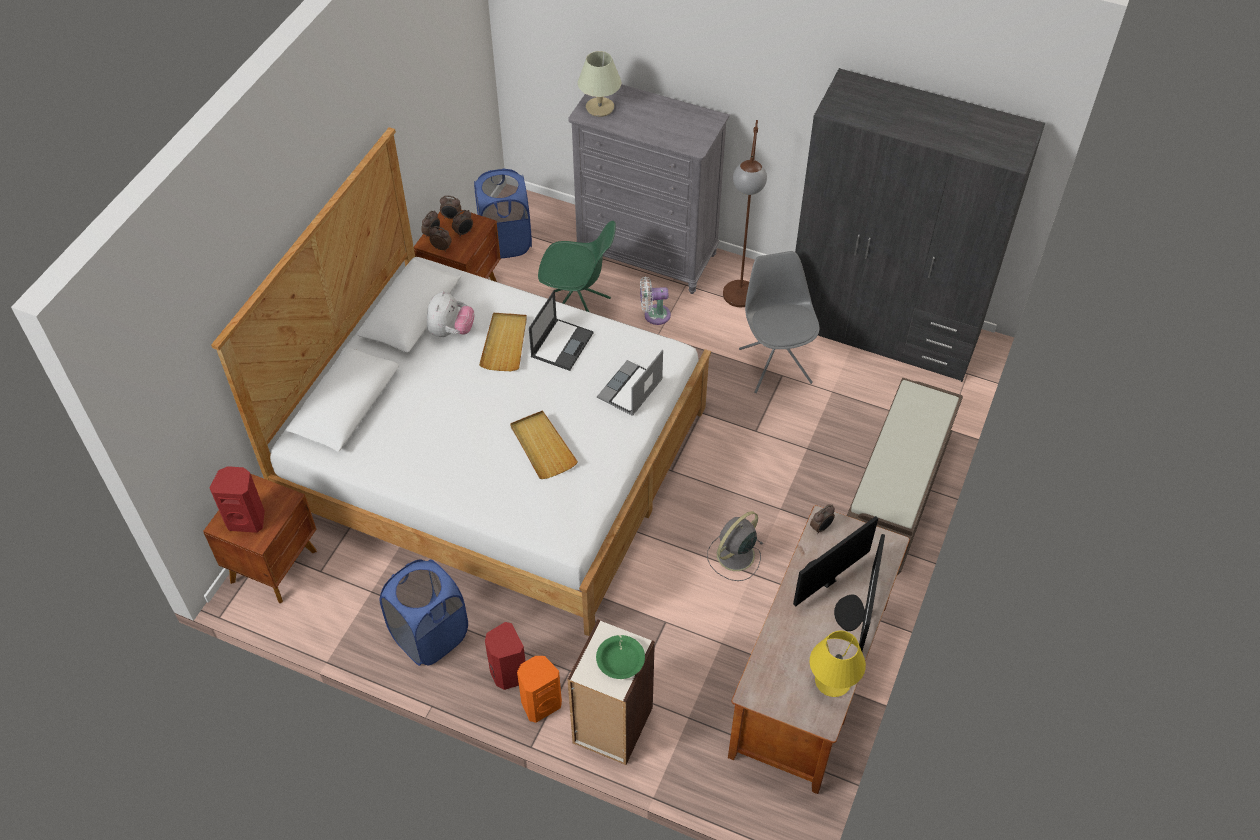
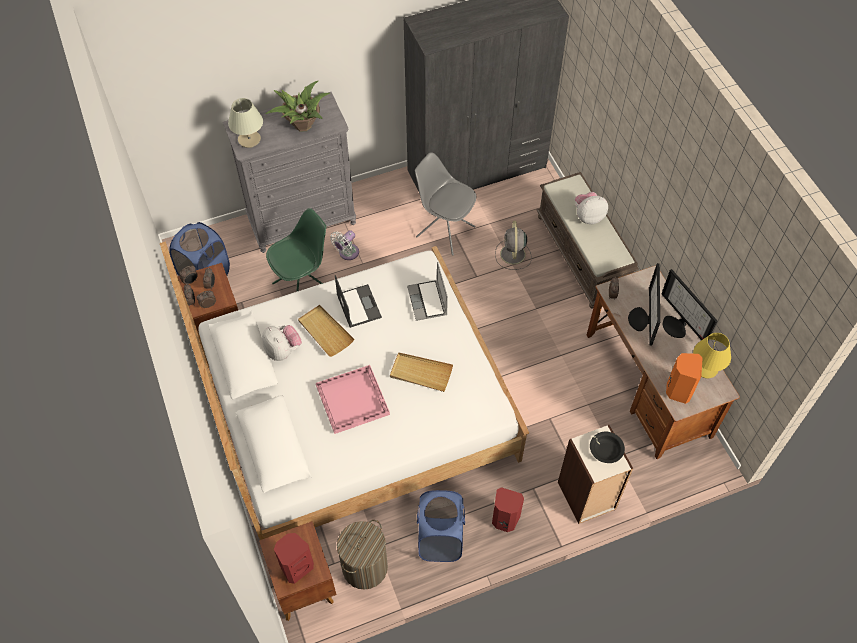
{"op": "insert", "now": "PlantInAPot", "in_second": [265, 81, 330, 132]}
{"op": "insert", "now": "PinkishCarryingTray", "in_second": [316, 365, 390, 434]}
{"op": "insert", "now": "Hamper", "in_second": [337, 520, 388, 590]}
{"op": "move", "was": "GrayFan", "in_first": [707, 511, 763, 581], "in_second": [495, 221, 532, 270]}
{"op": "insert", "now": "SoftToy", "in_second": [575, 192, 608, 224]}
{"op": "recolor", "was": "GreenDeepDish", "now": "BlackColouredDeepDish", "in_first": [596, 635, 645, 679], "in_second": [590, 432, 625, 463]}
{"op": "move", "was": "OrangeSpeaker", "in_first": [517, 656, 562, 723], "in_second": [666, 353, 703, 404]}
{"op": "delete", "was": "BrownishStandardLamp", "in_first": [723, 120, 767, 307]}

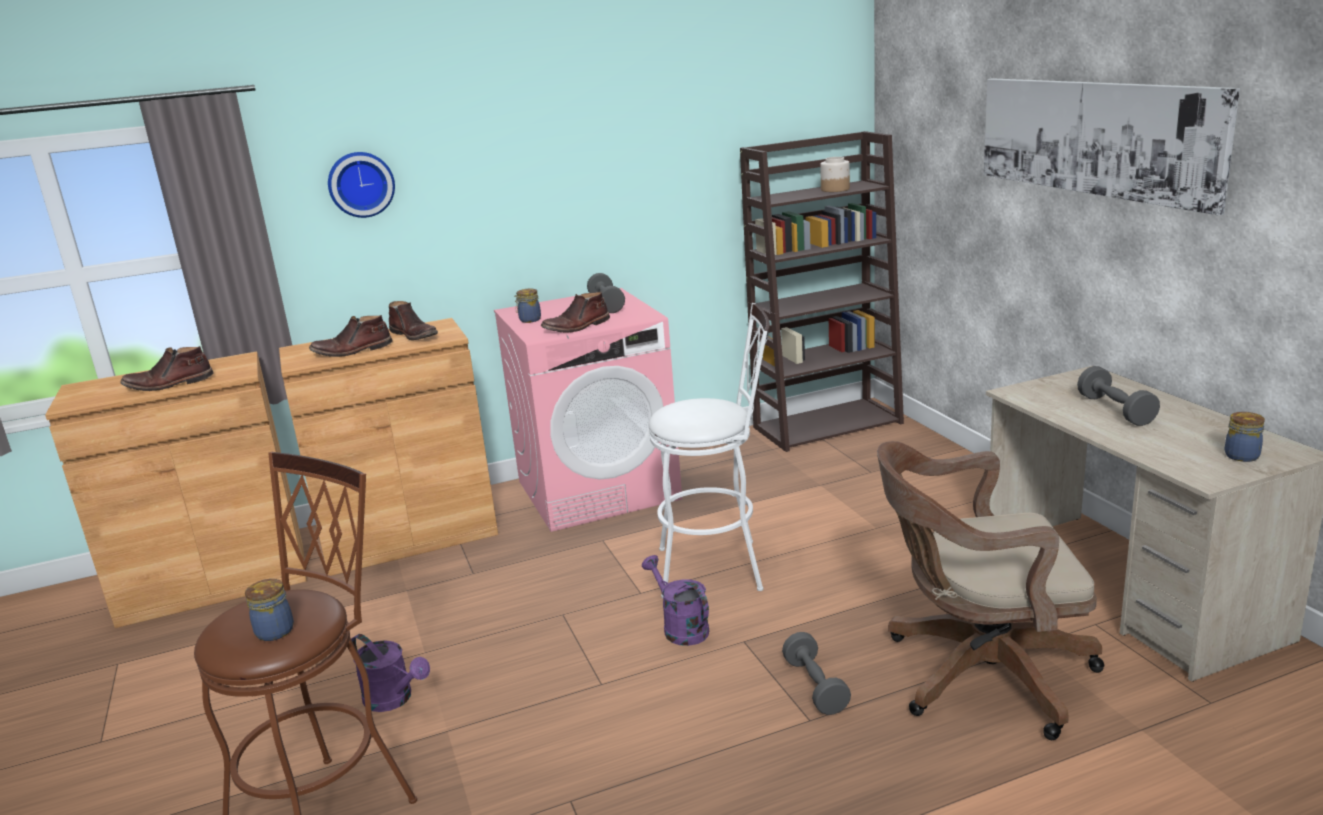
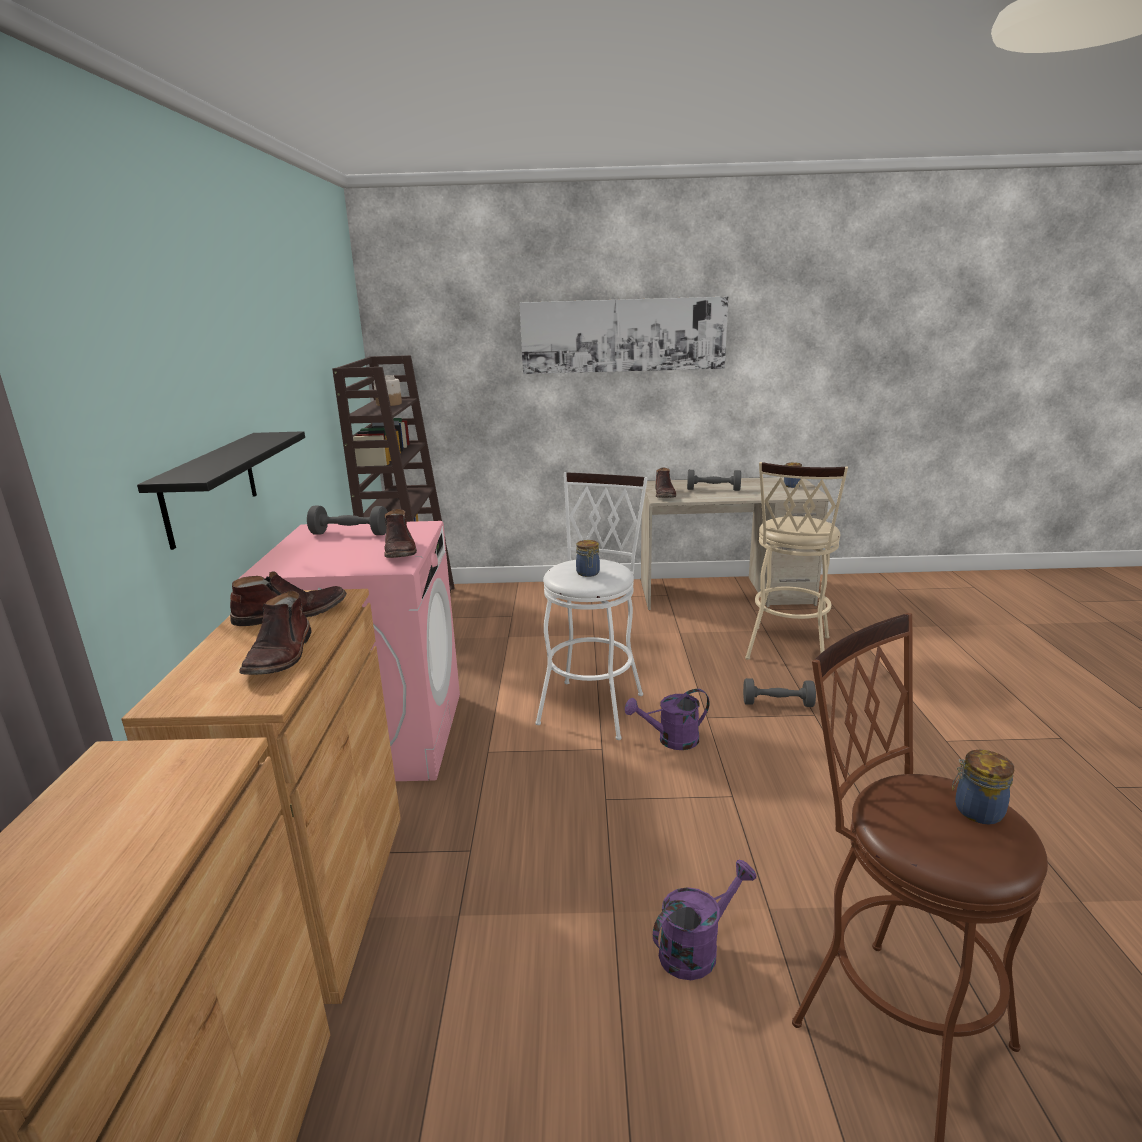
{"op": "insert", "now": "BlackColouredBracketShelf", "in_second": [137, 431, 305, 550]}
{"op": "move", "was": "PreserveJar", "in_first": [515, 288, 541, 323], "in_second": [576, 540, 600, 577]}
{"op": "move", "was": "BrownishTallBoot", "in_first": [121, 346, 214, 391], "in_second": [655, 468, 676, 498]}
{"op": "replace", "was": "BrownishOfficeChair", "now": "BeigeColouredSittingStool", "in_first": [877, 441, 1104, 740], "in_second": [745, 462, 848, 660]}
{"op": "delete", "was": "ClockOnTheWall", "in_first": [328, 152, 395, 218]}

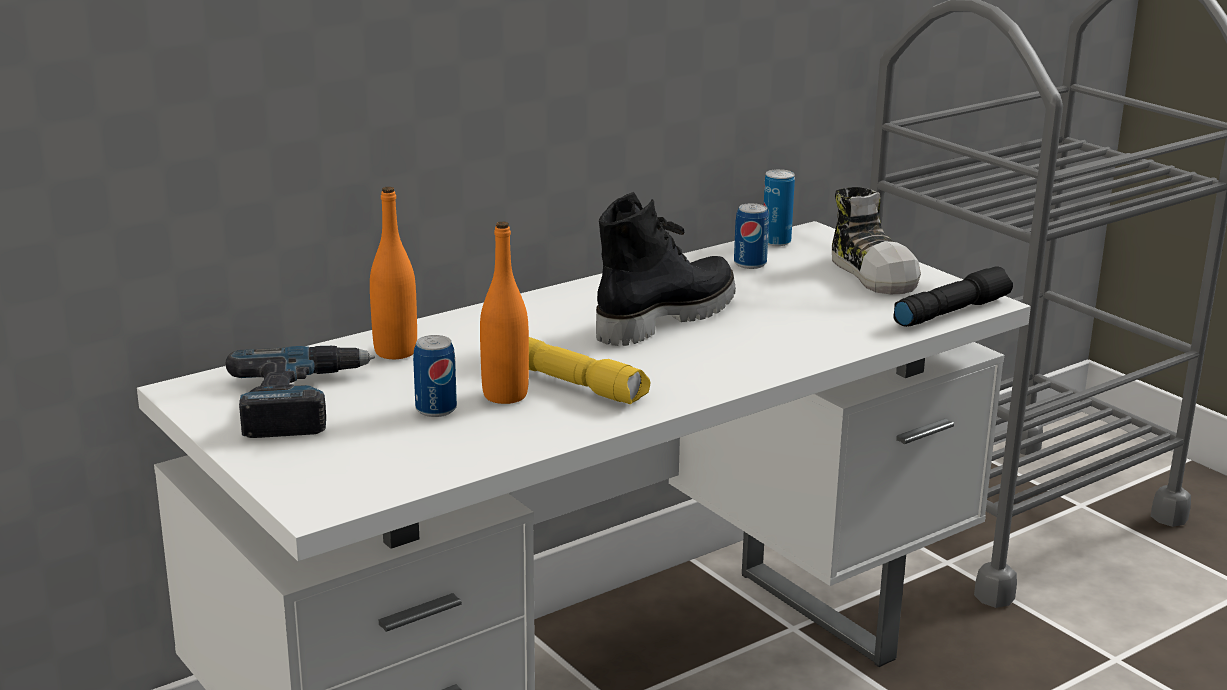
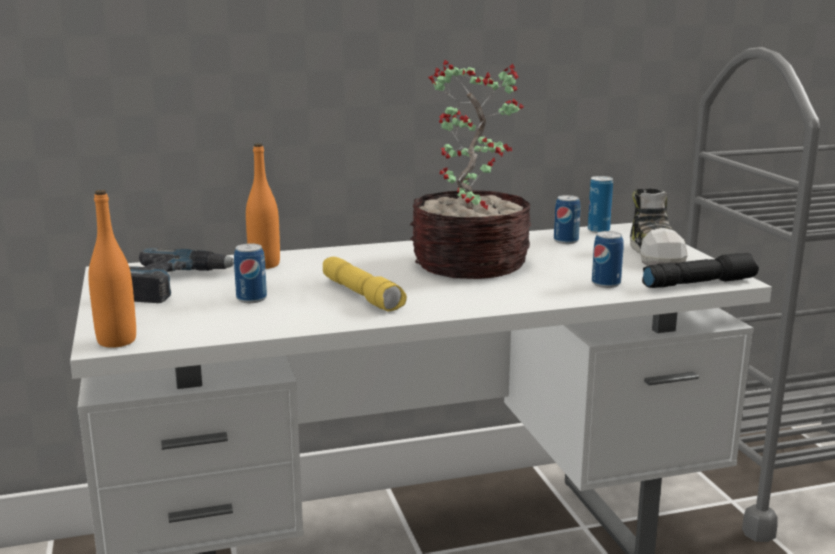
{"op": "move", "was": "OrangeDrinkBottle", "in_first": [480, 222, 529, 404], "in_second": [88, 190, 136, 348]}
{"op": "replace", "was": "BlackColouredTallBoot", "now": "PlantInAPot", "in_first": [596, 192, 736, 346], "in_second": [410, 60, 531, 279]}
{"op": "insert", "now": "MetalCan", "in_second": [592, 231, 624, 288]}

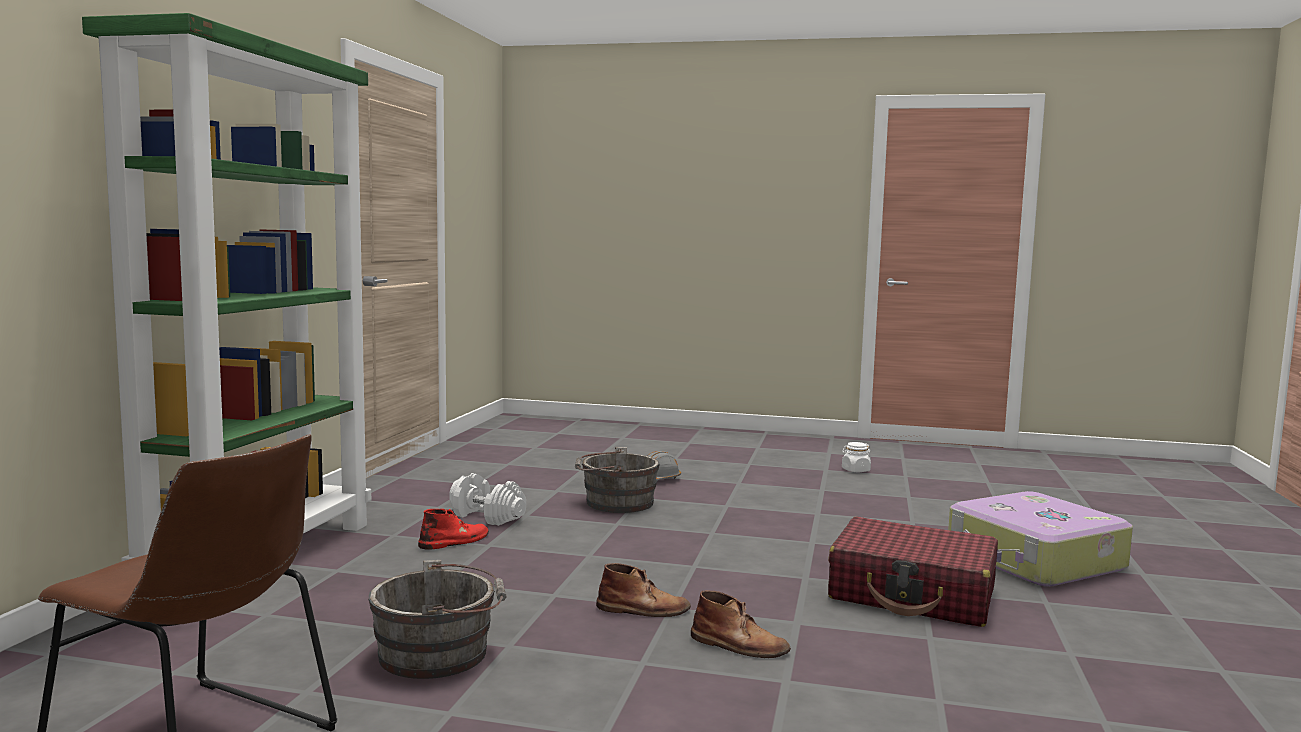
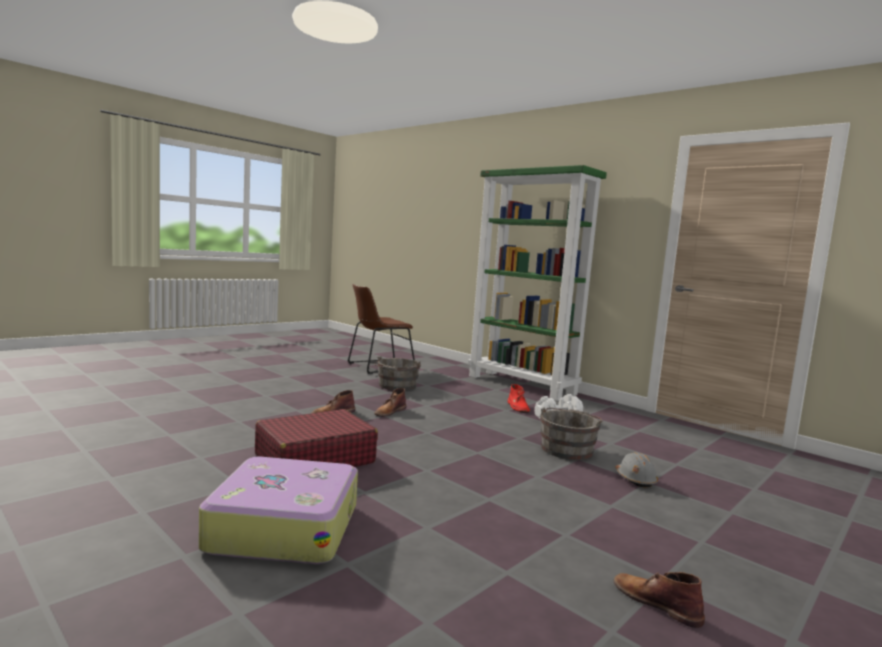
{"op": "replace", "was": "WhiteColouredPreserveJar", "now": "BrownishTallBoot", "in_first": [842, 442, 871, 472], "in_second": [614, 572, 705, 628]}

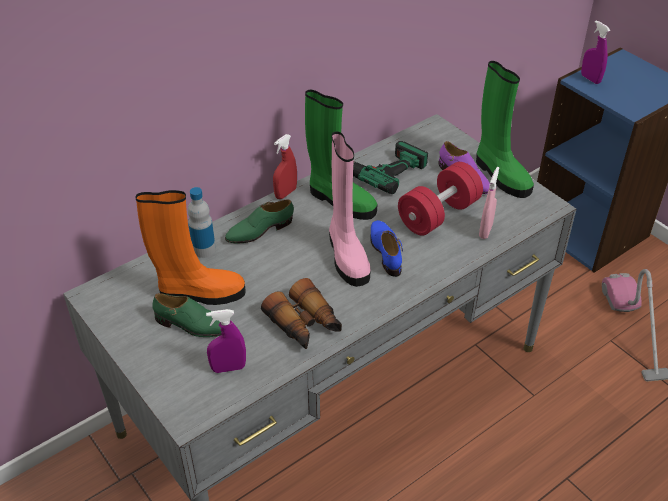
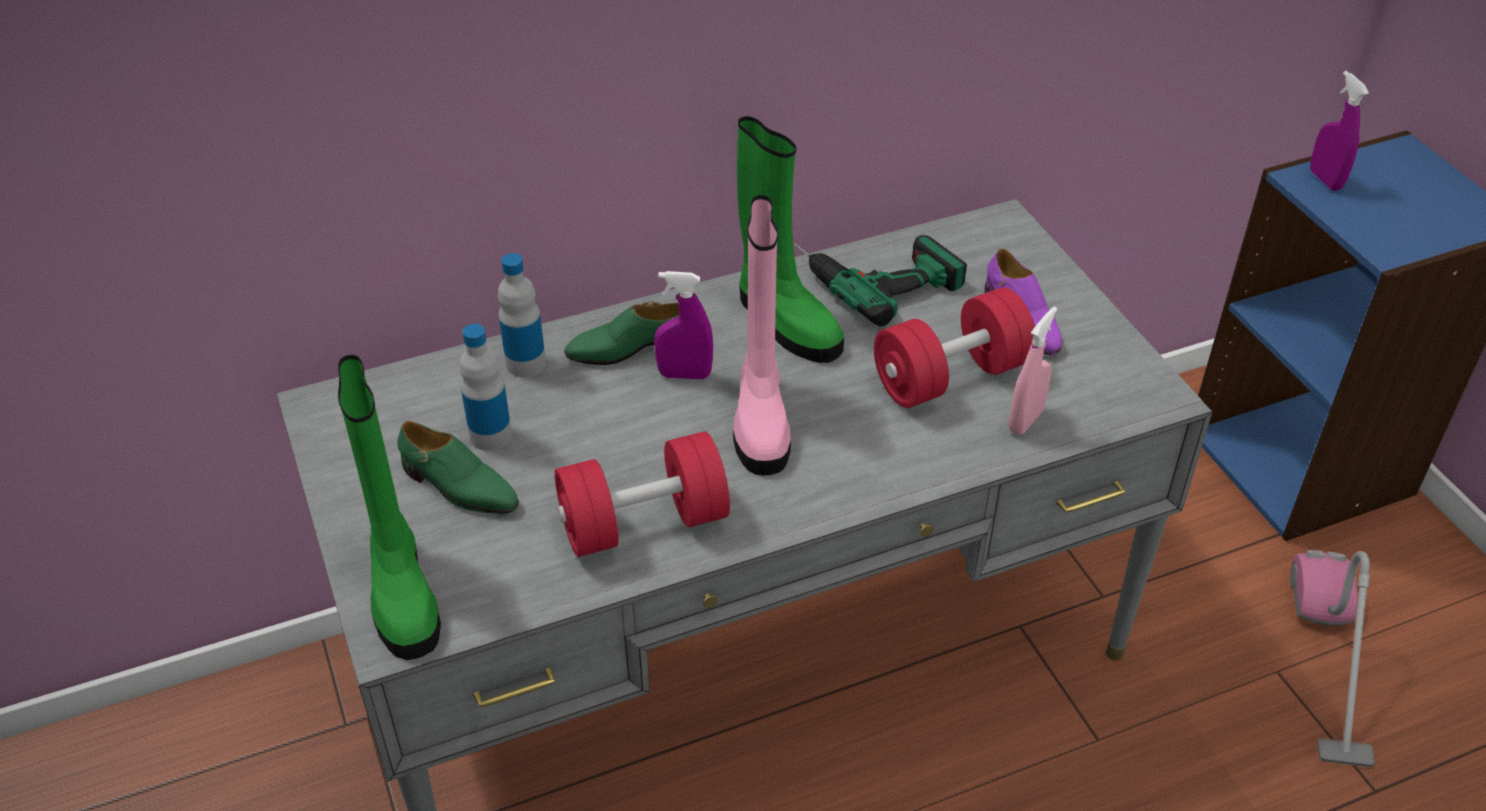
{"op": "move", "was": "GreenTallBoot", "in_first": [476, 61, 534, 198], "in_second": [338, 355, 441, 660]}
{"op": "replace", "was": "OrangeTallBoot", "now": "DrinkBottle", "in_first": [135, 190, 246, 305], "in_second": [459, 324, 512, 451]}
{"op": "replace", "was": "Binoculars", "now": "RedColouredDumbbell", "in_first": [261, 278, 342, 349], "in_second": [555, 431, 730, 557]}
{"op": "move", "was": "PurpleHandSprayer", "in_first": [206, 309, 246, 373], "in_second": [654, 271, 713, 379]}
{"op": "delete", "was": "RedColouredHandSprayer", "in_first": [273, 134, 297, 199]}
{"op": "delete", "was": "BlueItemOfFootwear", "in_first": [370, 220, 403, 277]}

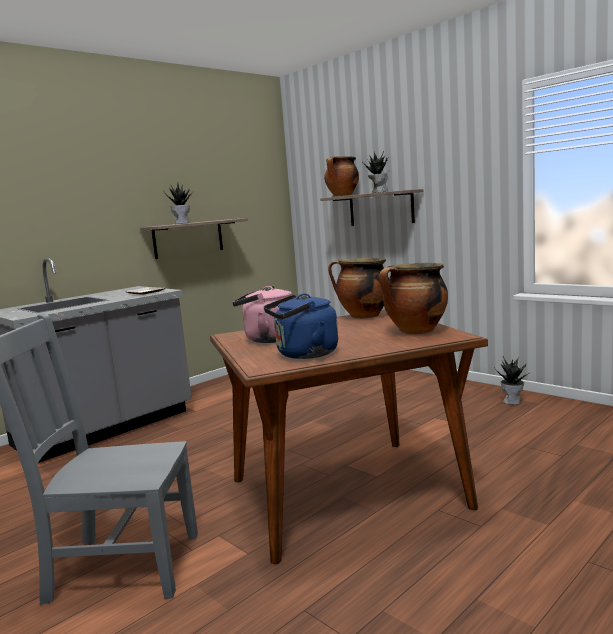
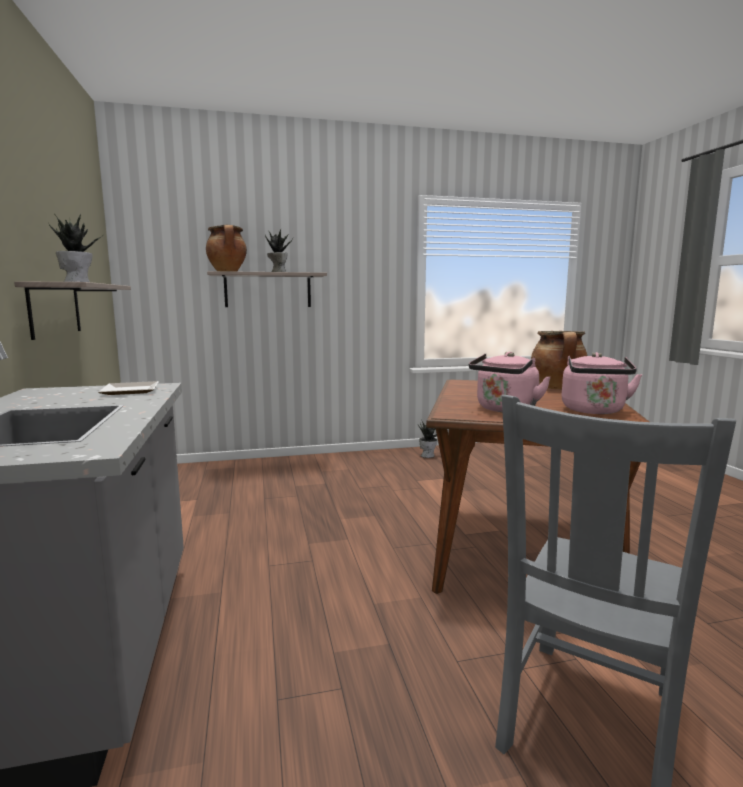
{"op": "recolor", "was": "BlueTeaKettle", "now": "PinkishTeaKettle", "in_first": [264, 293, 338, 359], "in_second": [562, 352, 642, 414]}
{"op": "delete", "was": "Saucepot", "in_first": [328, 258, 389, 318]}

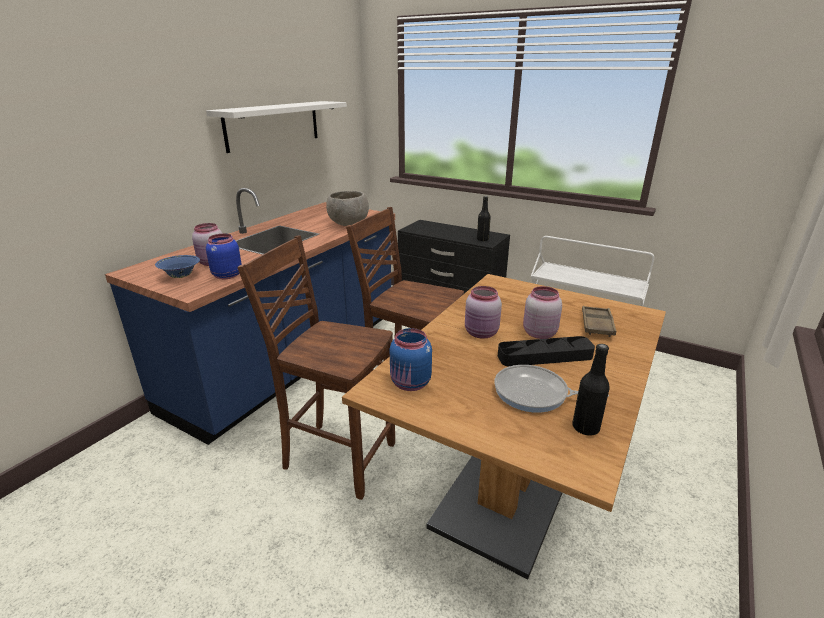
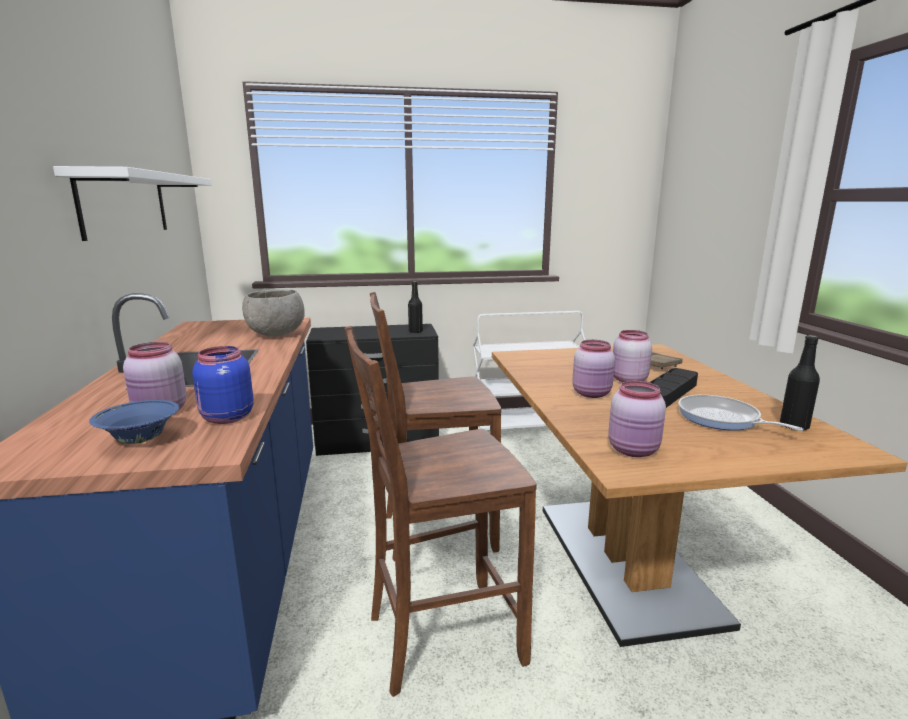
{"op": "recolor", "was": "BluePreserveJar", "now": "PinkishPreserveJar", "in_first": [390, 328, 432, 391], "in_second": [608, 380, 666, 457]}
{"op": "rotate", "was": "Skillet", "in_first": [494, 365, 609, 412], "in_second": [678, 395, 803, 431], "clockwise": 75}

